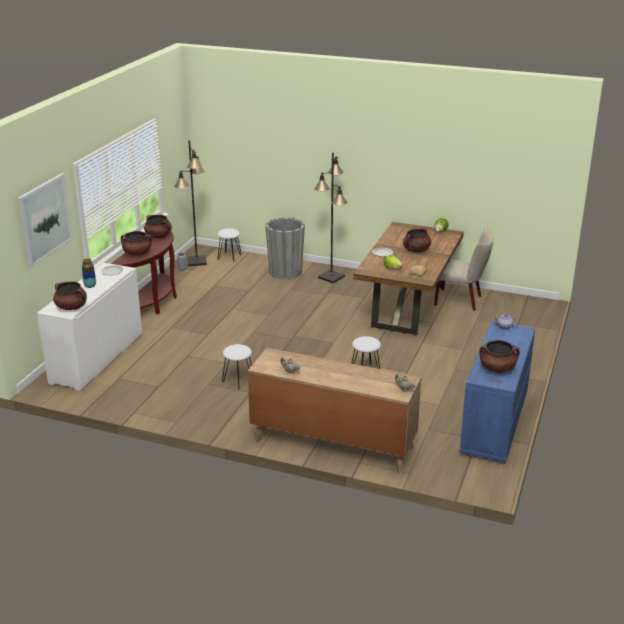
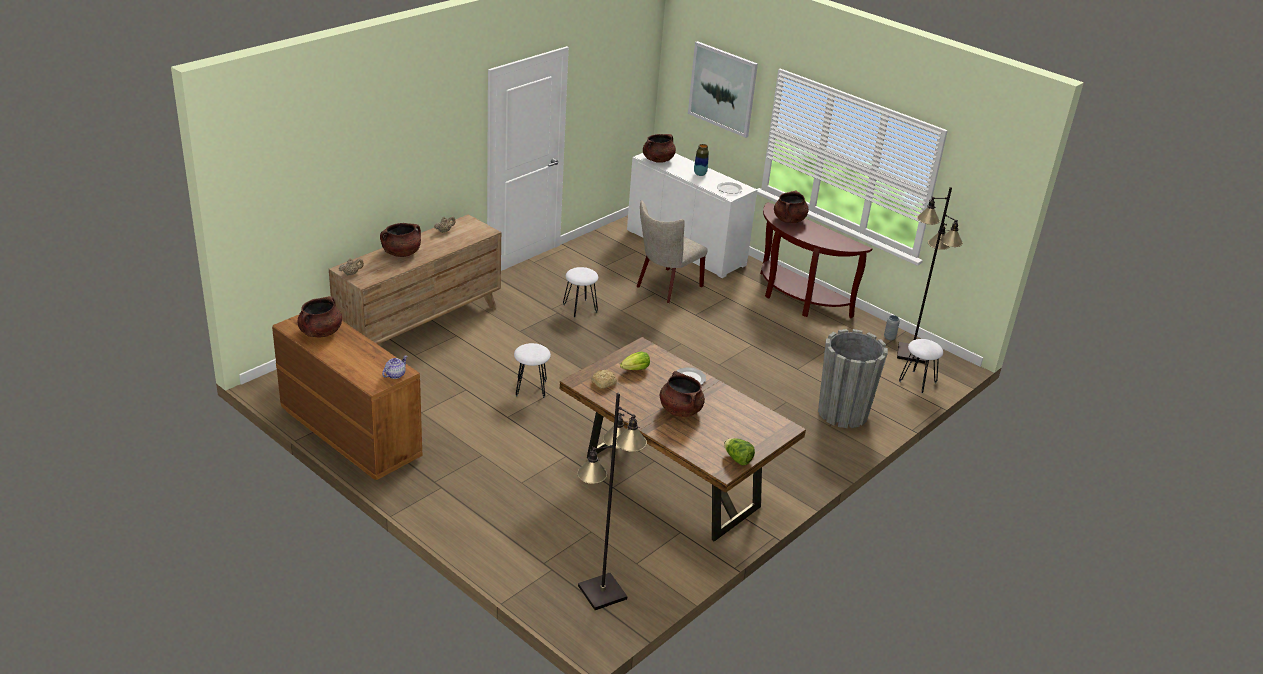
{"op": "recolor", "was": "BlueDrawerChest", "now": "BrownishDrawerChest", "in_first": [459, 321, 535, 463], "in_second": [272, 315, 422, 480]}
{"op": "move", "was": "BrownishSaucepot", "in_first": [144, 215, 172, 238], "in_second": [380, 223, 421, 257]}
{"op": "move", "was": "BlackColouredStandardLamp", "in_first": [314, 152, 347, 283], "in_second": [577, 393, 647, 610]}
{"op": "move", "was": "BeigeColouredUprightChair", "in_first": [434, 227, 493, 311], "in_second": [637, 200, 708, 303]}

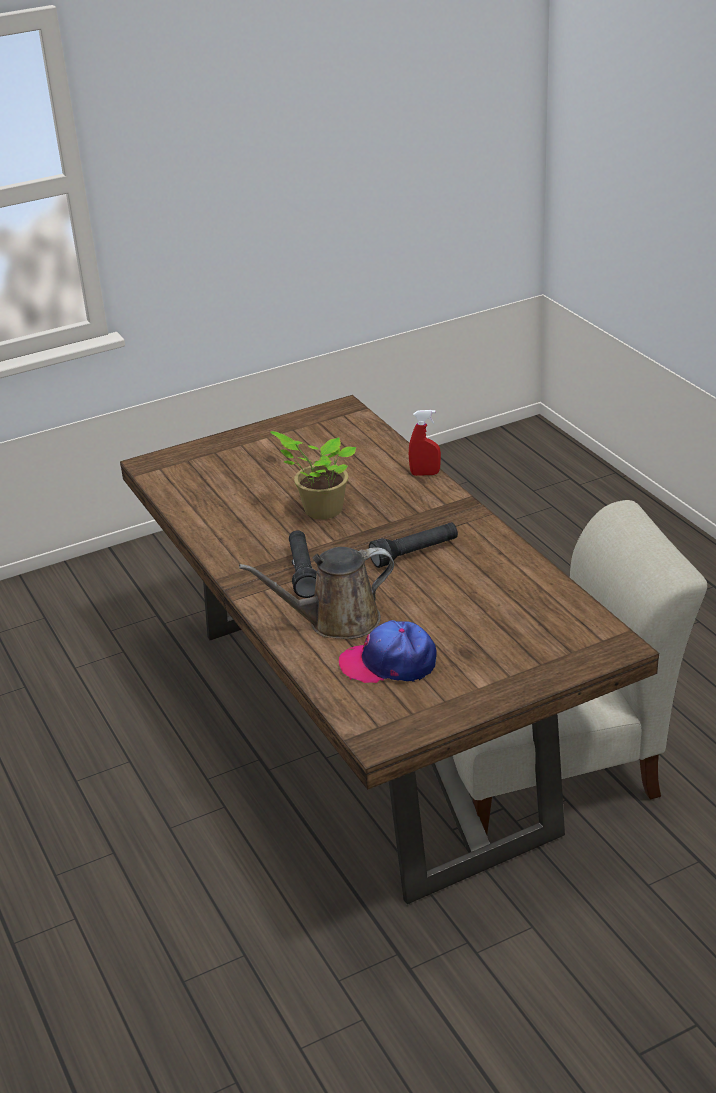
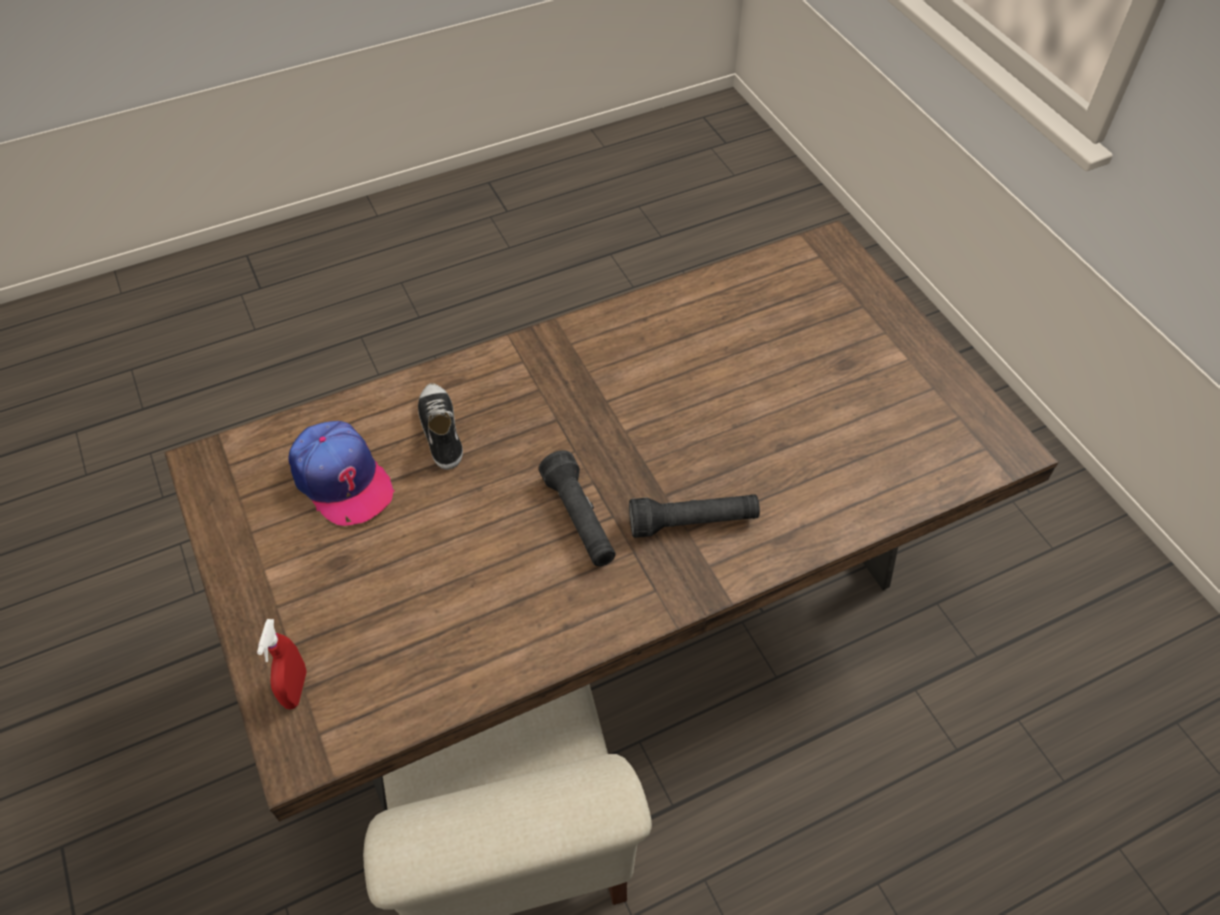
{"op": "move", "was": "RedColouredHandSprayer", "in_first": [409, 410, 441, 476], "in_second": [257, 619, 307, 710]}
{"op": "rotate", "was": "BaseballCap", "in_first": [339, 620, 437, 683], "in_second": [288, 421, 395, 526], "clockwise": 135}
{"op": "replace", "was": "BrownishWateringCan", "now": "ItemOfFootwear", "in_first": [239, 547, 394, 639], "in_second": [418, 383, 463, 470]}
{"op": "move", "was": "BlackColouredFlashlight", "in_first": [289, 530, 317, 598], "in_second": [629, 494, 760, 538]}
{"op": "delete", "was": "PlantInAPot", "in_first": [270, 431, 356, 519]}

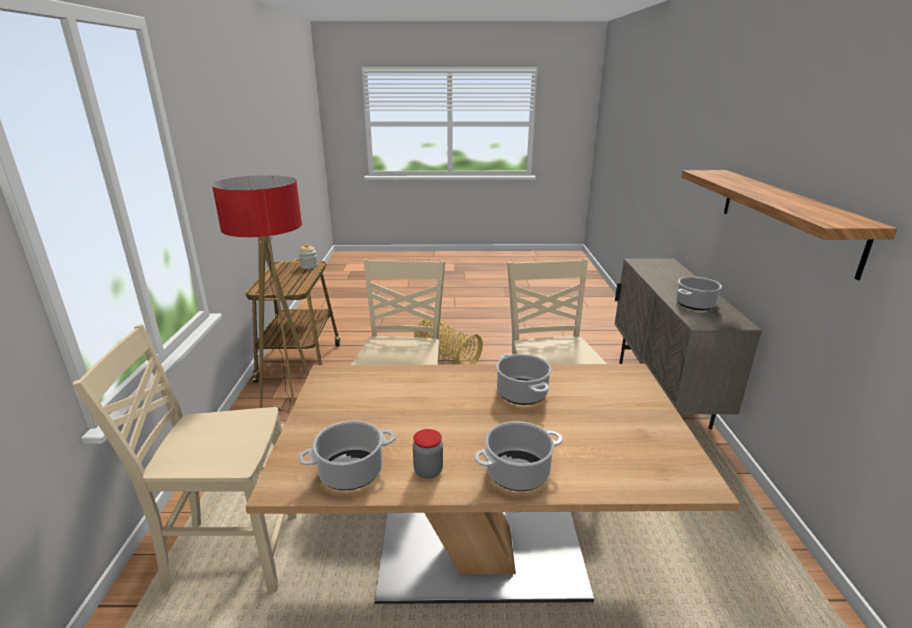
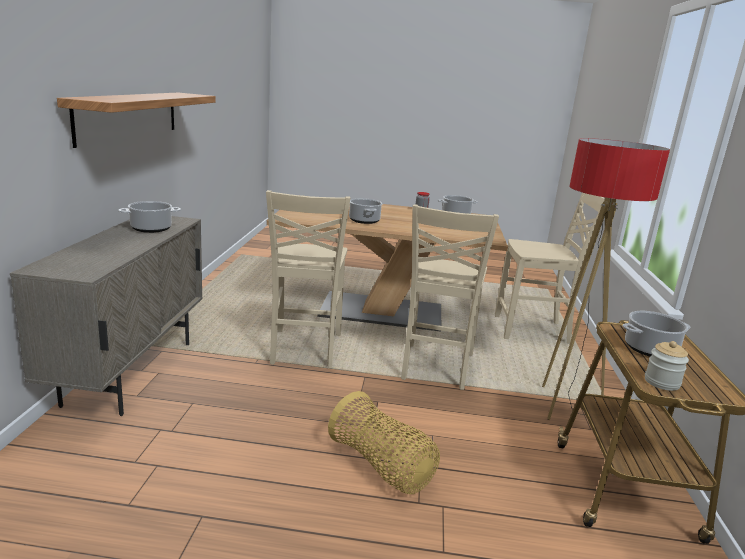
{"op": "move", "was": "Saucepot", "in_first": [474, 421, 563, 491], "in_second": [623, 311, 690, 357]}

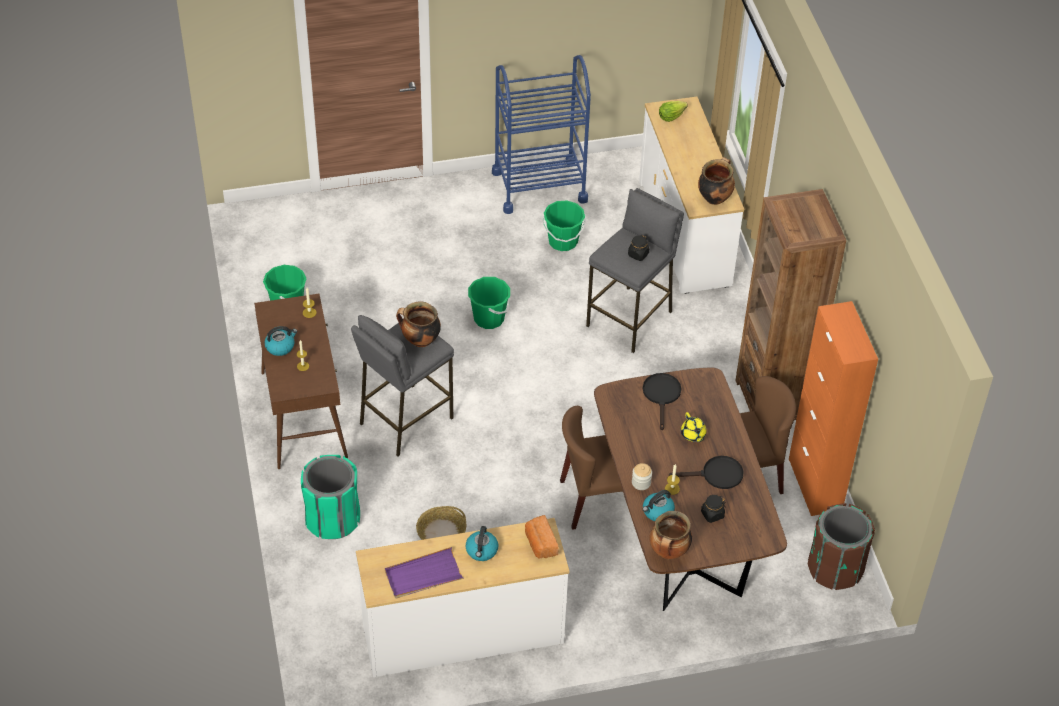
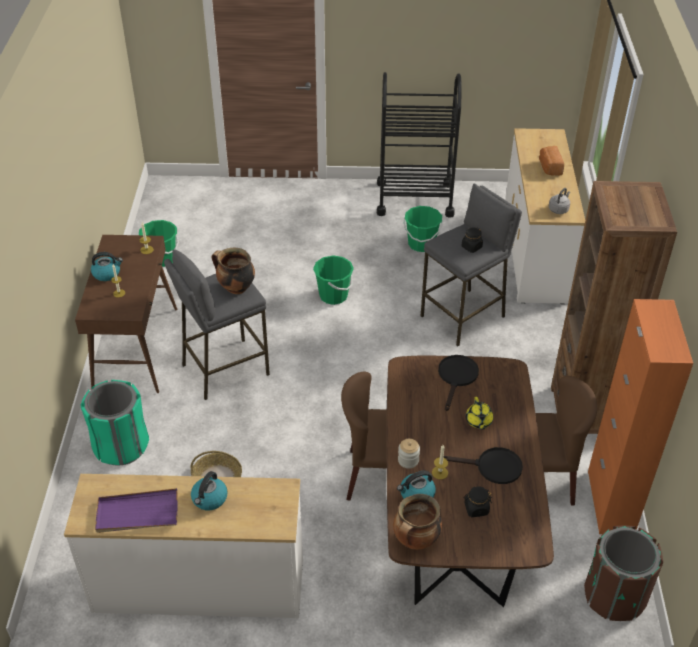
{"op": "recolor", "was": "BlueCart", "now": "BlackColouredCart", "in_first": [492, 55, 591, 214], "in_second": [377, 72, 462, 218]}
{"op": "move", "was": "BakedBread", "in_first": [525, 515, 559, 559], "in_second": [539, 146, 564, 176]}
{"op": "replace", "was": "Saucepot", "now": "GrayTeaKettle", "in_first": [698, 157, 735, 205], "in_second": [549, 188, 570, 214]}
{"op": "delete", "was": "Lettuce", "in_first": [659, 101, 688, 122]}

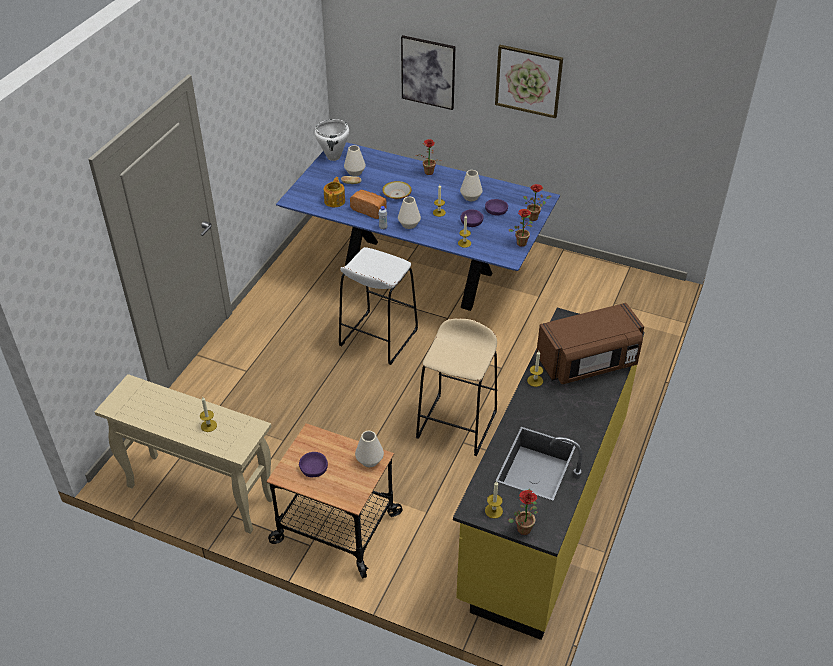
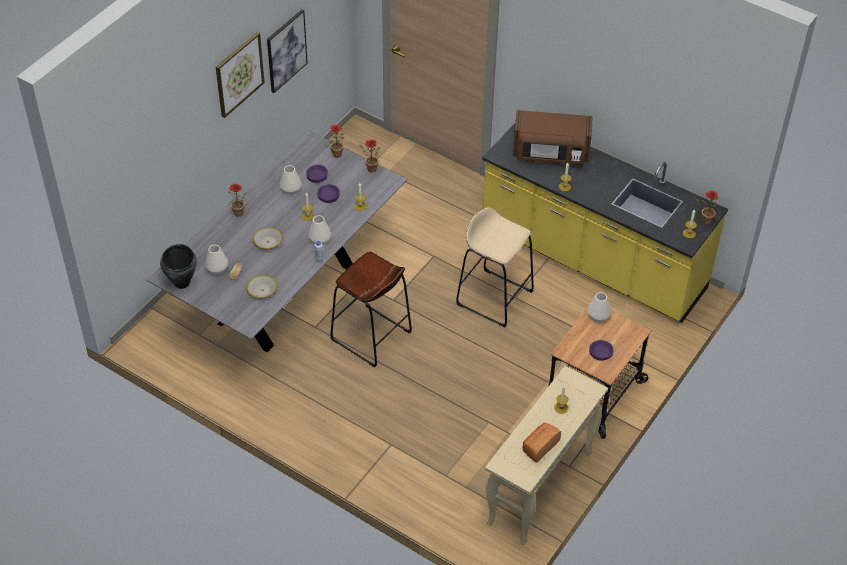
{"op": "recolor", "was": "BlueDiningTable", "now": "GrayDiningTable", "in_first": [276, 142, 560, 311], "in_second": [147, 130, 408, 352]}
{"op": "recolor", "was": "WhiteColouredSaucepot", "now": "BlackColouredSaucepot", "in_first": [315, 119, 349, 161], "in_second": [160, 244, 197, 289]}
{"op": "replace", "was": "PotForTea", "now": "DeepDish", "in_first": [324, 177, 345, 207], "in_second": [246, 275, 277, 299]}
{"op": "move", "was": "Picture", "in_first": [401, 35, 456, 110], "in_second": [267, 10, 308, 93]}
{"op": "recolor", "was": "WhiteColouredSittingStool", "now": "BrownishSittingStool", "in_first": [339, 247, 418, 365], "in_second": [330, 252, 412, 367]}
{"op": "rotate", "was": "BrownishMicrowaveOven", "in_first": [536, 303, 644, 384], "in_second": [513, 110, 593, 165], "clockwise": 105}
{"op": "move", "was": "BakedBread", "in_first": [350, 190, 387, 219], "in_second": [523, 423, 561, 463]}

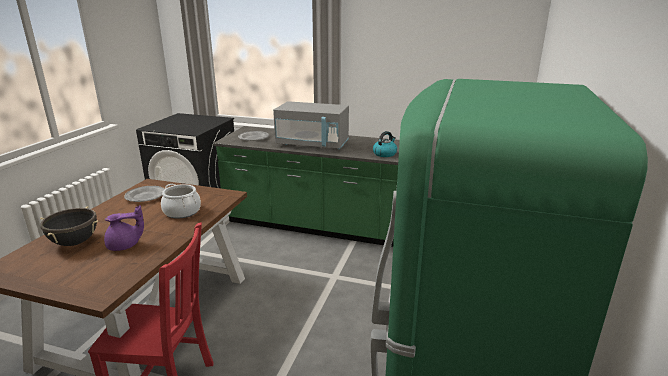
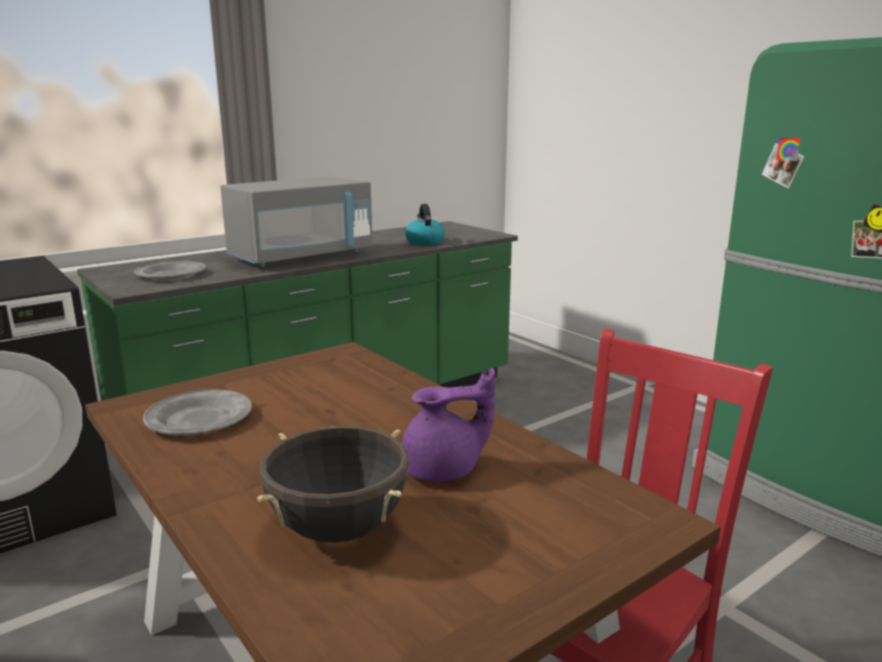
{"op": "rotate", "was": "PurplePotForTea", "in_first": [104, 205, 144, 251], "in_second": [401, 368, 495, 482], "clockwise": 60}
{"op": "delete", "was": "Saucepot", "in_first": [161, 184, 201, 218]}

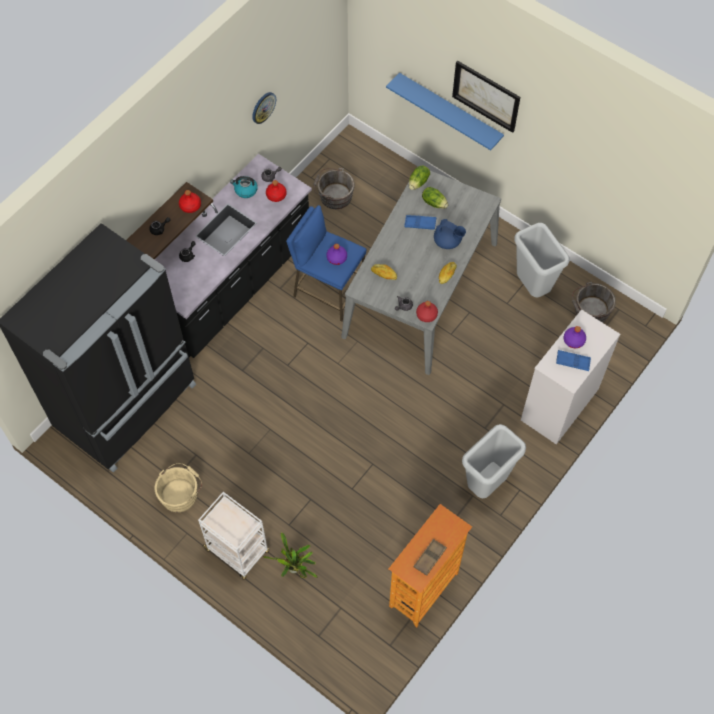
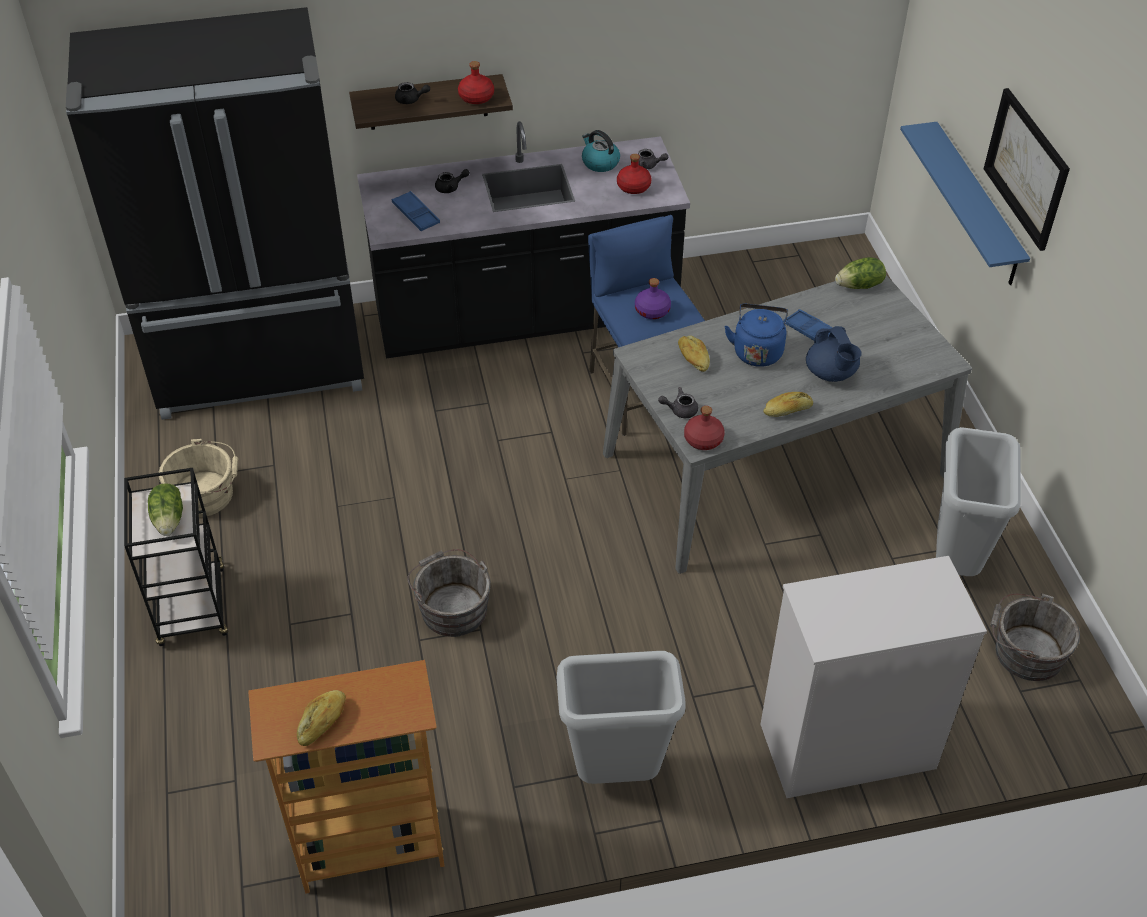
{"op": "recolor", "was": "WhiteColouredCart", "now": "BlackColouredCart", "in_first": [198, 492, 269, 580], "in_second": [124, 468, 229, 646]}
{"op": "move", "was": "Lettuce", "in_first": [422, 187, 448, 209], "in_second": [148, 483, 183, 536]}
{"op": "replace", "was": "BrownishCarryingTray", "now": "BakedBread", "in_first": [414, 539, 447, 576], "in_second": [297, 690, 346, 746]}
{"op": "move", "was": "BlueCarryingTray", "in_first": [556, 350, 591, 371], "in_second": [392, 191, 440, 231]}
{"op": "move", "was": "GrayWaterBucket", "in_first": [313, 167, 355, 209], "in_second": [407, 549, 491, 637]}
{"op": "insert", "now": "BlueTeaKettle", "in_second": [724, 304, 788, 367]}
{"op": "delete", "was": "ClockOnTheWall", "in_first": [252, 92, 276, 124]}
{"op": "delete", "was": "PlantInAPot", "in_first": [263, 532, 318, 578]}
{"op": "delete", "was": "PurpleDrinkBottle", "in_first": [564, 326, 586, 348]}

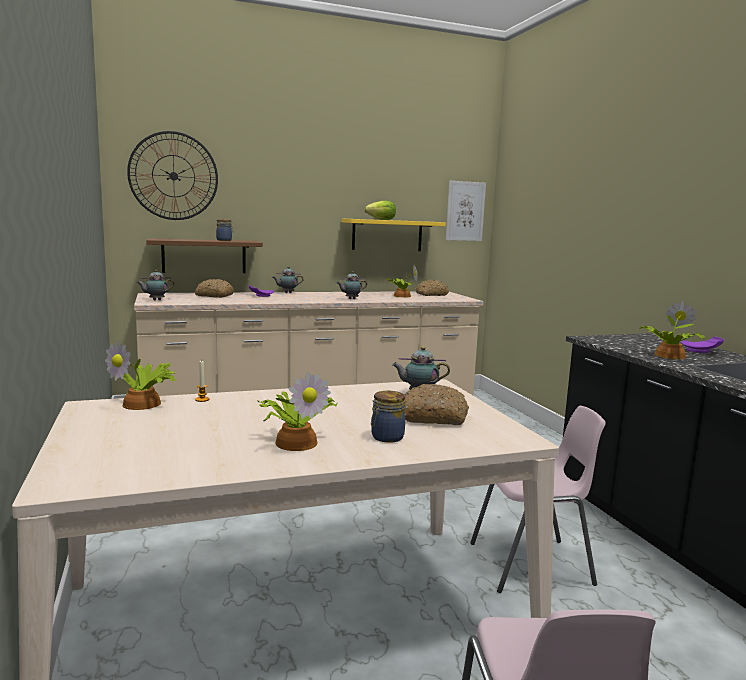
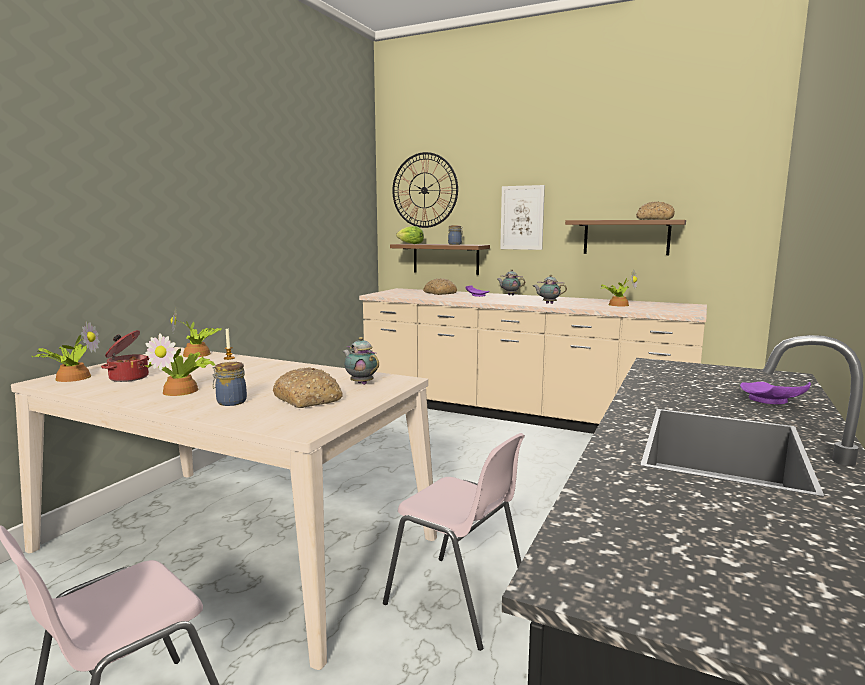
{"op": "move", "was": "PlantInAPot", "in_first": [639, 301, 705, 359], "in_second": [32, 321, 100, 382]}
{"op": "insert", "now": "Saucepot", "in_second": [101, 330, 150, 382]}
{"op": "move", "was": "Lettuce", "in_first": [364, 201, 396, 220], "in_second": [396, 226, 424, 244]}
{"op": "move", "was": "Picture", "in_first": [446, 181, 486, 241], "in_second": [500, 185, 545, 250]}
{"op": "recolor", "was": "YellowishBracketShelf", "now": "BrownishBracketShelf", "in_first": [342, 218, 446, 251], "in_second": [565, 220, 686, 255]}
{"op": "move", "was": "BakedBread", "in_first": [415, 280, 449, 296], "in_second": [636, 202, 675, 220]}
{"op": "delete", "was": "PotForTea", "in_first": [136, 270, 175, 300]}

